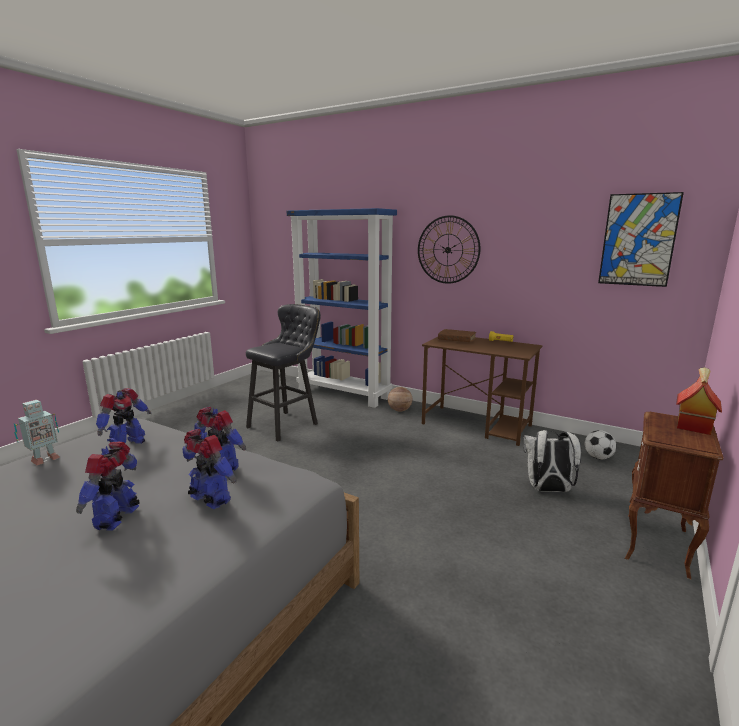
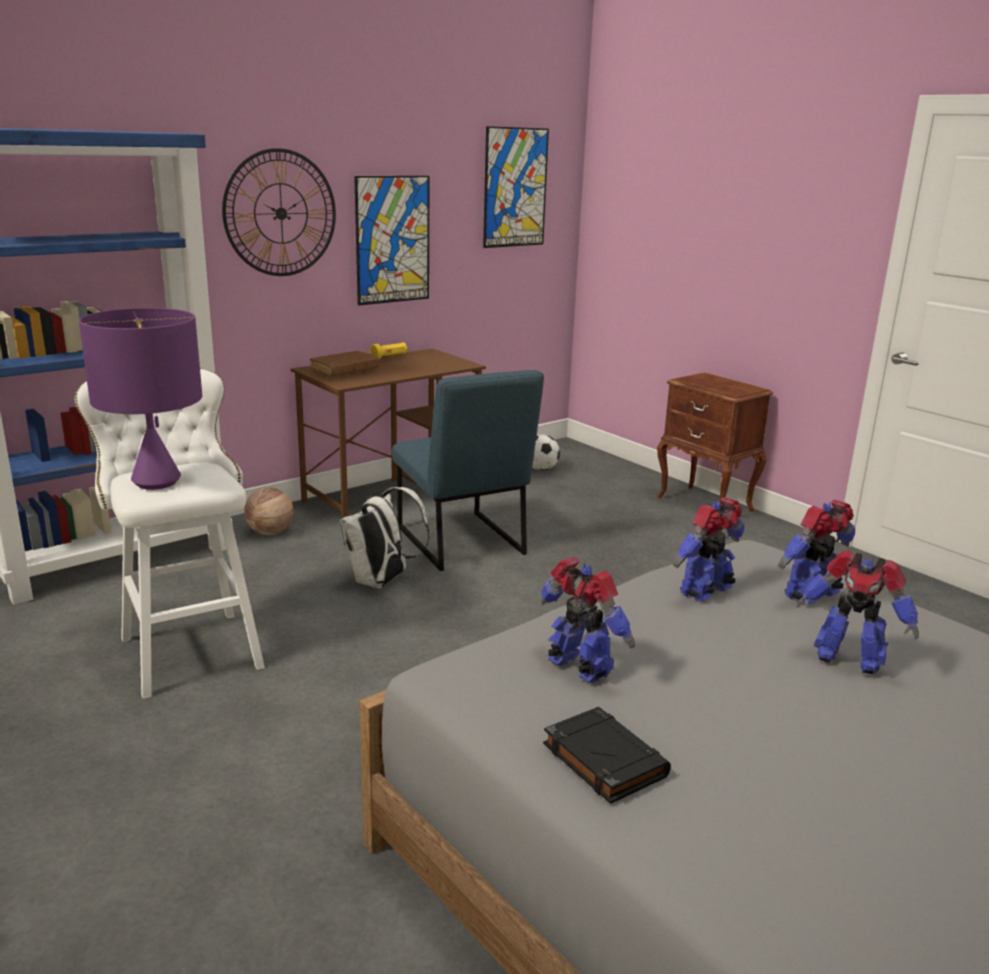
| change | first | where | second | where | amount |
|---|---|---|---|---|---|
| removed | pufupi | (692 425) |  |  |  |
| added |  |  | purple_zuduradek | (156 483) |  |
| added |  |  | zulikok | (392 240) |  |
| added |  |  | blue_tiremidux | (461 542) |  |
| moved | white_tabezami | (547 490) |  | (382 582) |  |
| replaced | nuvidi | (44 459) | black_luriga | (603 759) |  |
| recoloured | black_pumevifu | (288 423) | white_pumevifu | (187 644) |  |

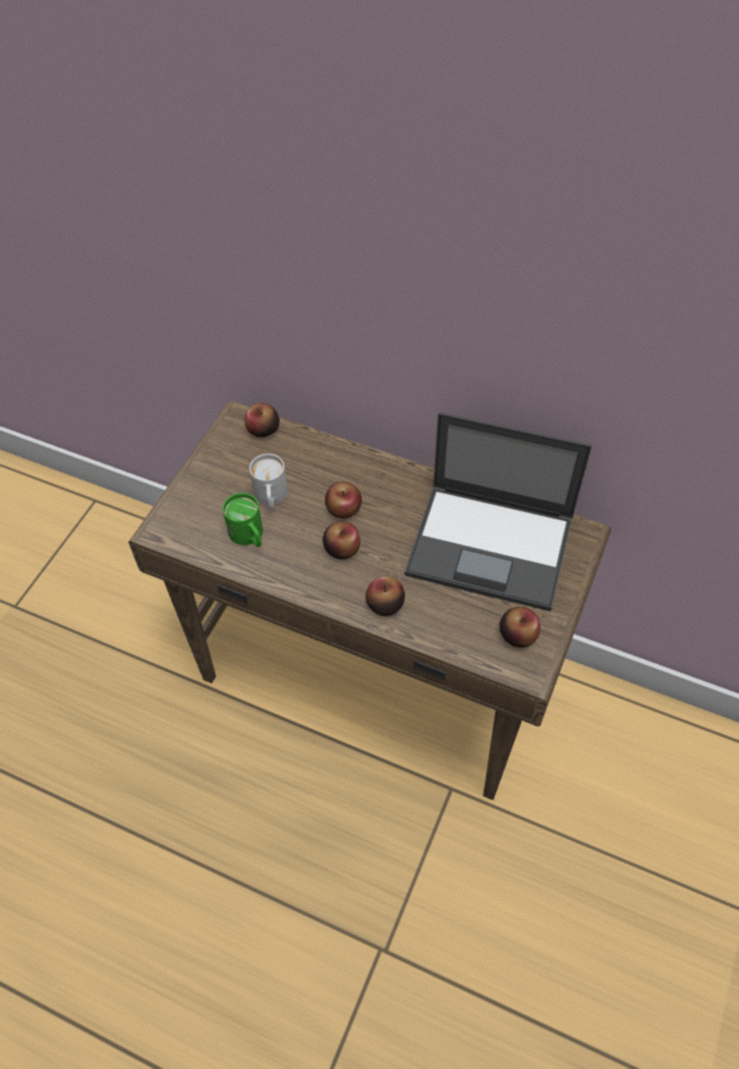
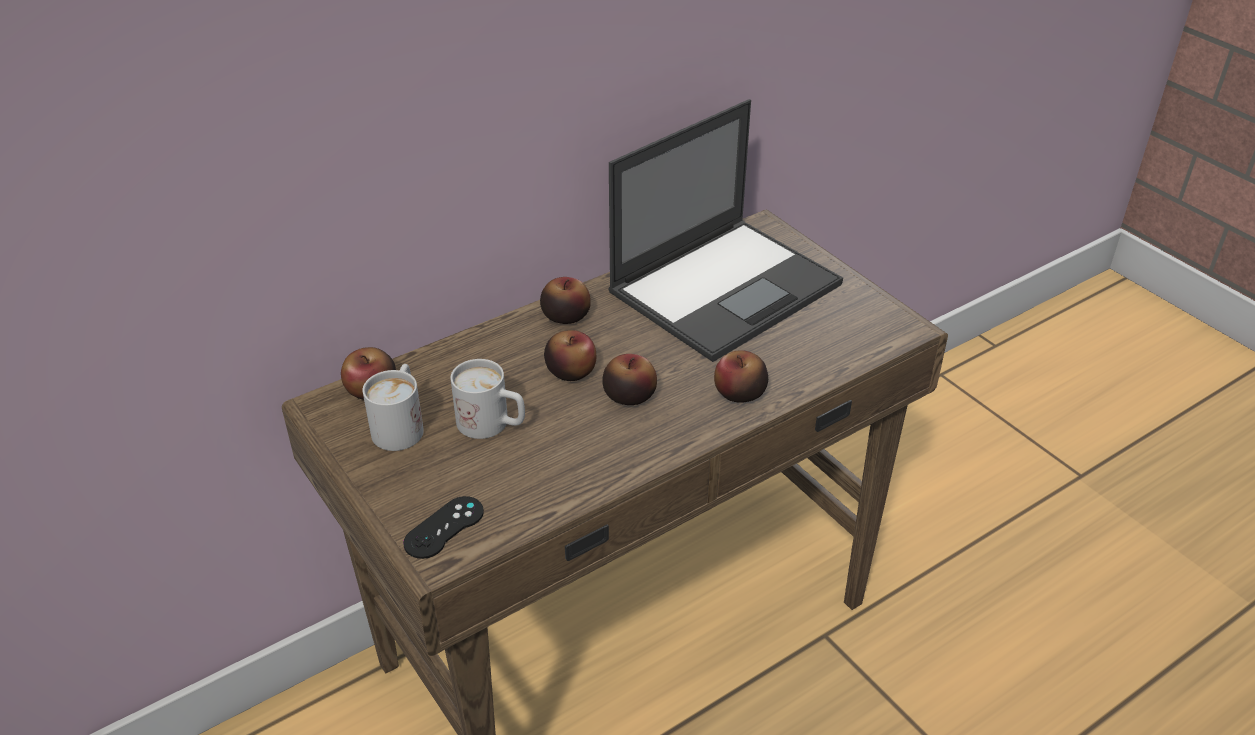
| change | first | where | second | where | amount |
|---|---|---|---|---|---|
| removed | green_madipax | (249 537) |  |  |  |
| added |  |  | white_madipax | (401 425) |  |
| added |  |  | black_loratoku | (444 527) |  |
| moved | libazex | (518 634) |  | (565 315) |  |

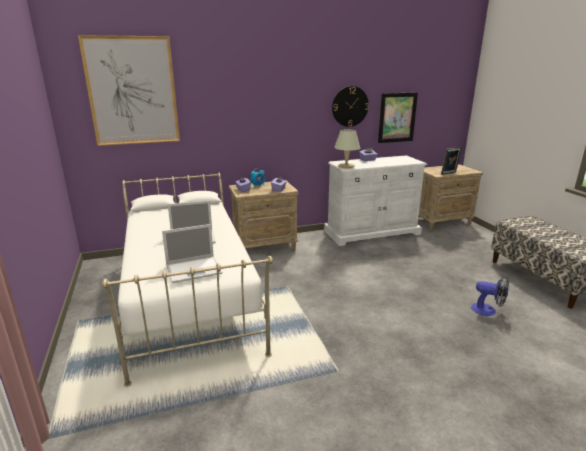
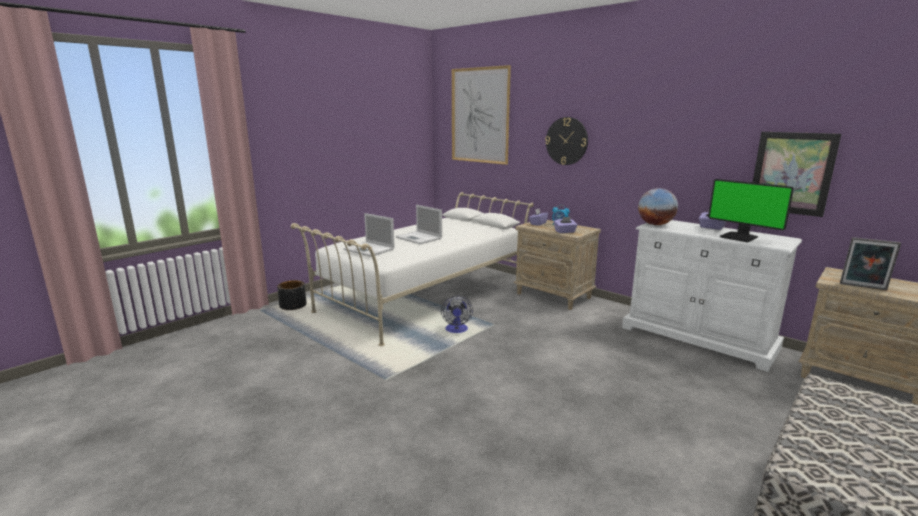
| change | first | where | second | where | amount |
|---|---|---|---|---|---|
| added |  |  | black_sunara | (293 305) |  |
| added |  |  | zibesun | (740 237) |  |
| moved | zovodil | (350 106) |  | (566 141) |  |
| moved | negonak | (488 310) |  | (456 330) |  |
| replaced | beige_zuduradek | (346 166) | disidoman | (655 224) |  |

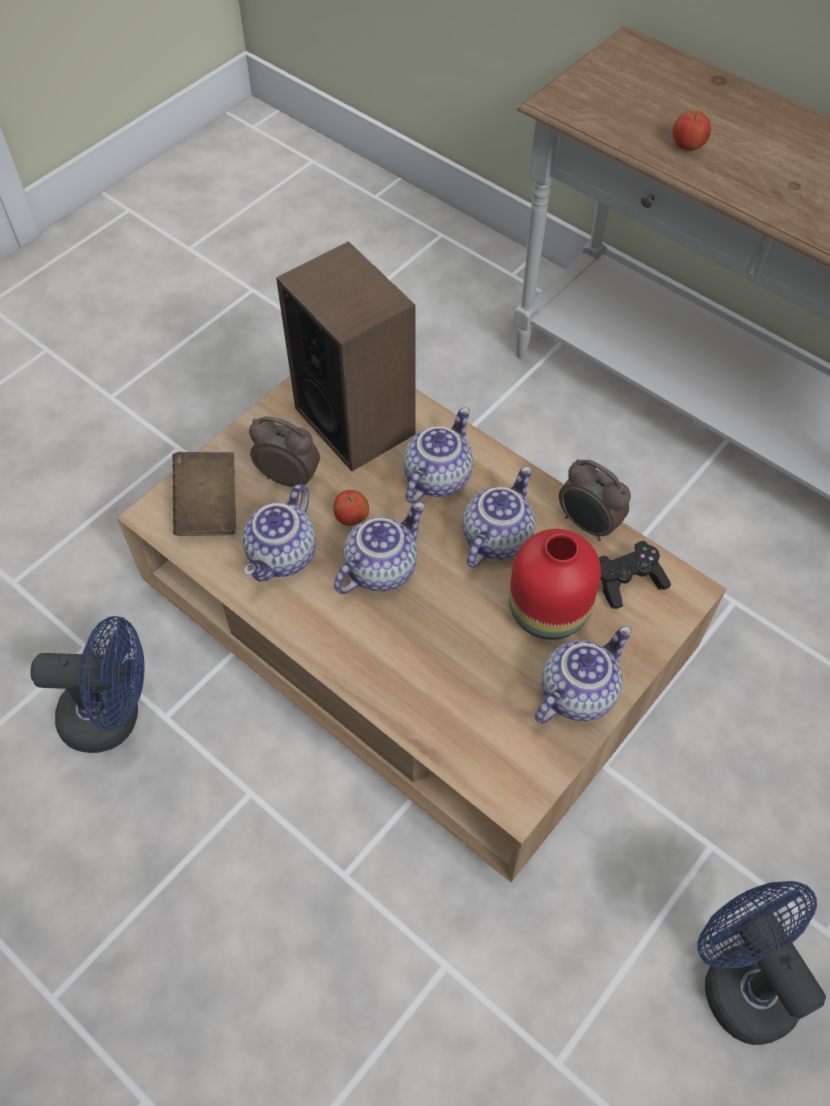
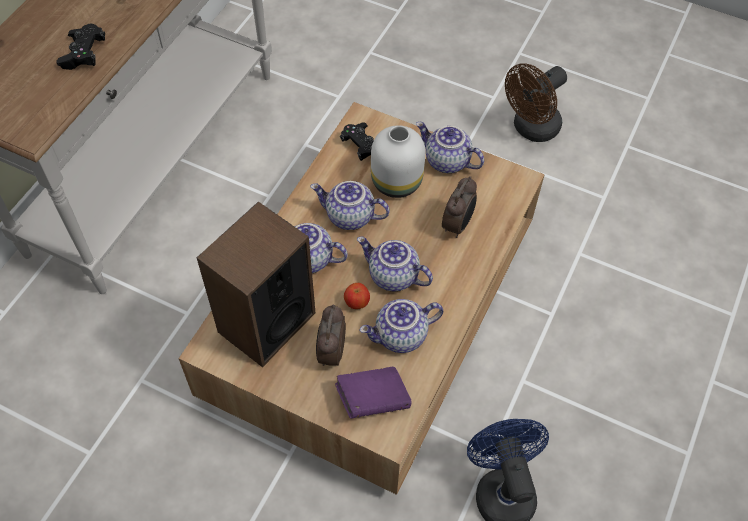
| change | first | where | second | where | amount |
|---|---|---|---|---|---|
| moved | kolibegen | (587 525) |  | (458 225) |  |
| replaced | libazex | (687 146) | black_loratoku | (84 54) |  |
| recoloured | brown_luriga | (208 507) | purple_luriga | (372 400) |  |
| recoloured | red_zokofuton | (546 611) | white_zokofuton | (397 183) |  |
| recoloured | blue_negonak | (740 978) | brown_negonak | (531 129) |  |
| turned | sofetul | (283 556) |  | (400 337) | 150 degrees clockwise |

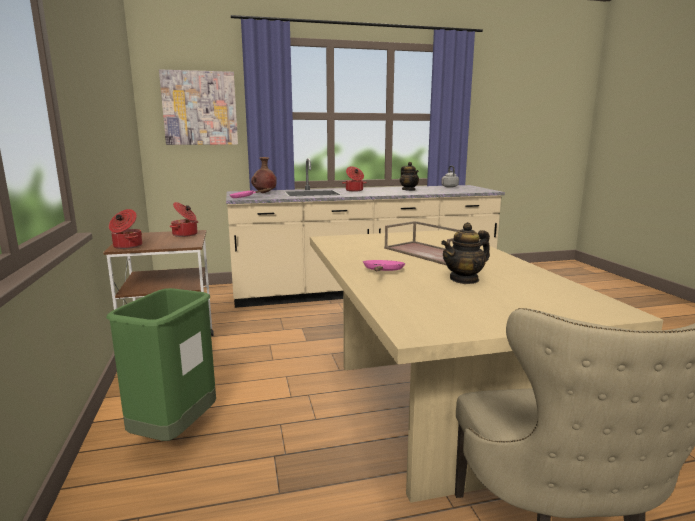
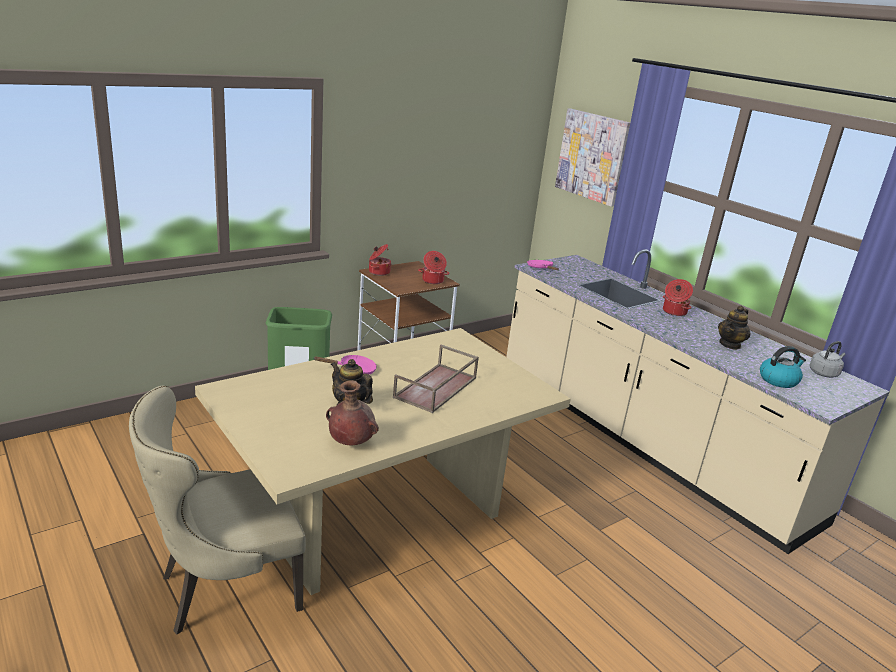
| change | first | where | second | where | amount |
|---|---|---|---|---|---|
| added |  |  | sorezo | (778 380) |  |
| moved | brown_zokofuton | (264 193) |  | (350 442) |  |

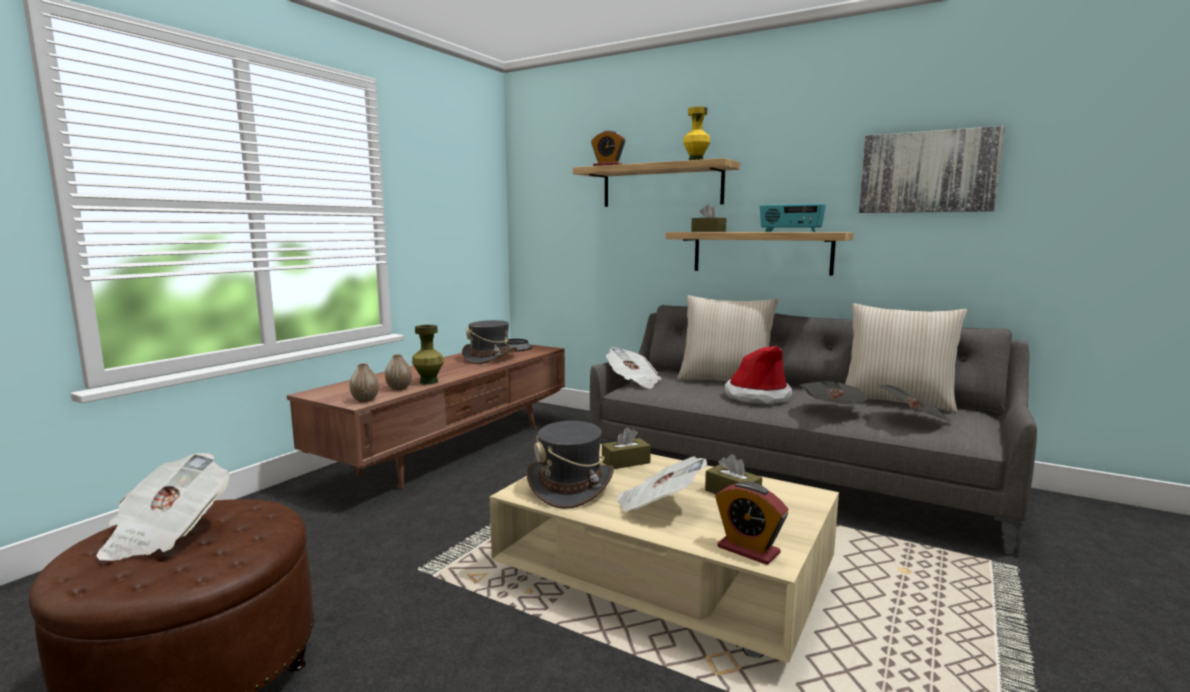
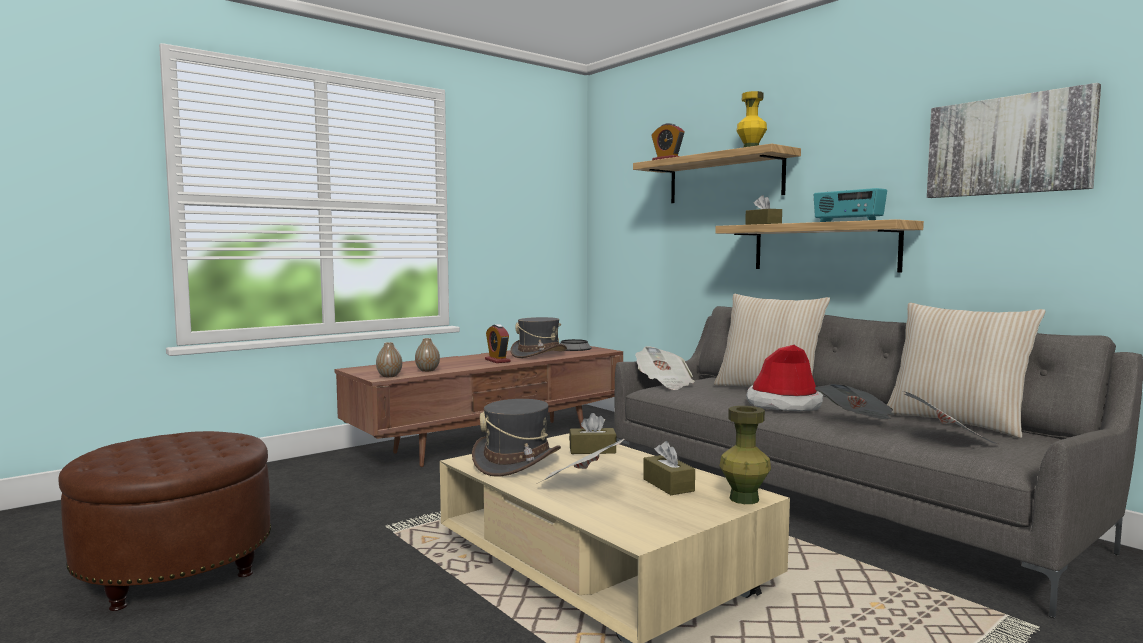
| change | first | where | second | where | amount |
|---|---|---|---|---|---|
| removed | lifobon | (166 534) |  |  |  |
| moved | green_zokofuton | (428 382) |  | (744 499) |  |
| moved | kolibegen | (748 550) |  | (497 360) |  |

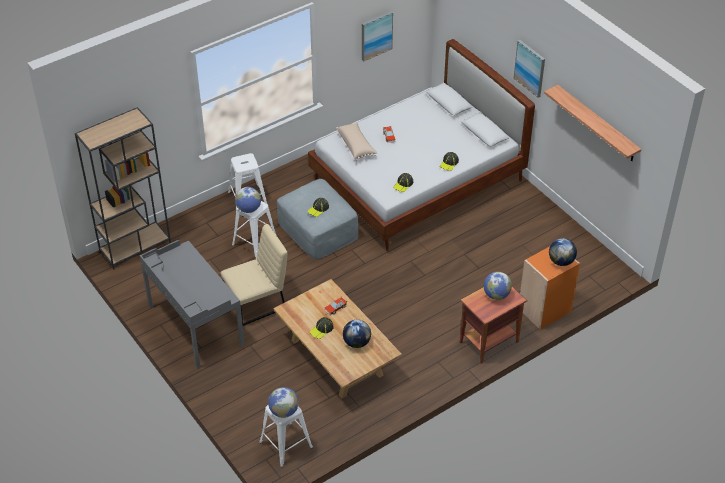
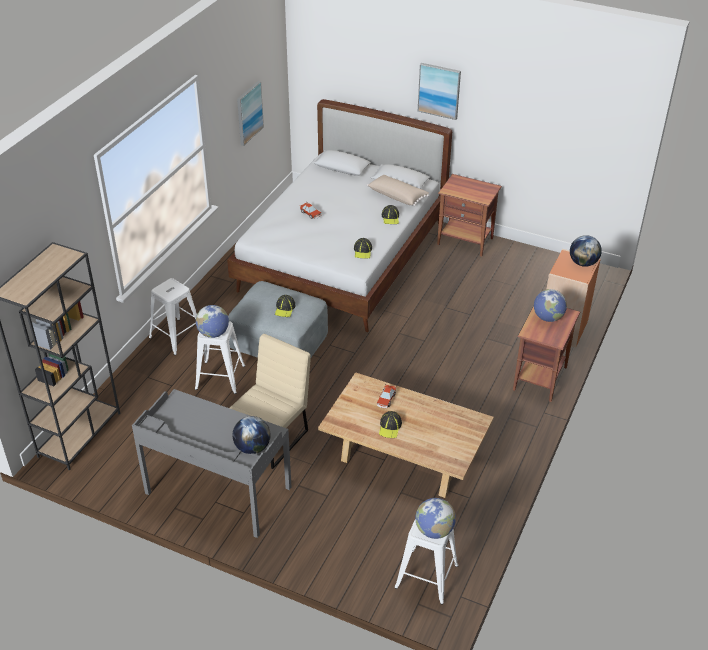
| change | first | where | second | where | amount |
|---|---|---|---|---|---|
| removed | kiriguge | (597 124) |  |  |  |
| added |  |  | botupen | (466 241) |  |
| moved | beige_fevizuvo | (356 146) |  | (397 196) |  |
| moved | disidoman | (356 343) |  | (252 448) |  |

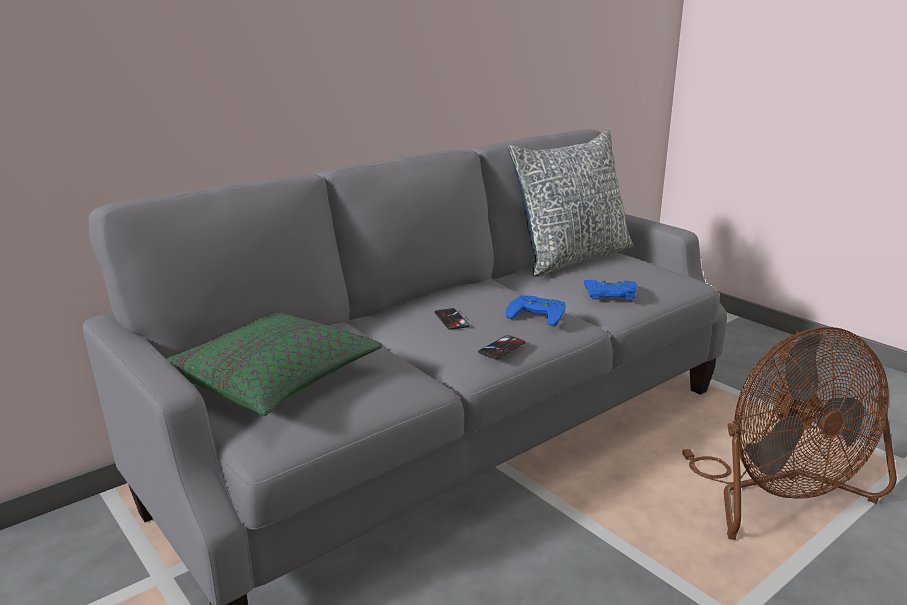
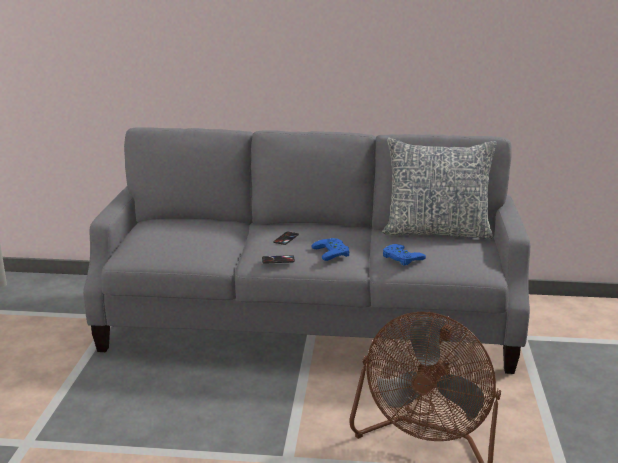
| change | first | where | second | where | amount |
|---|---|---|---|---|---|
| removed | green_fevizuvo | (271 379) |  |  |  |

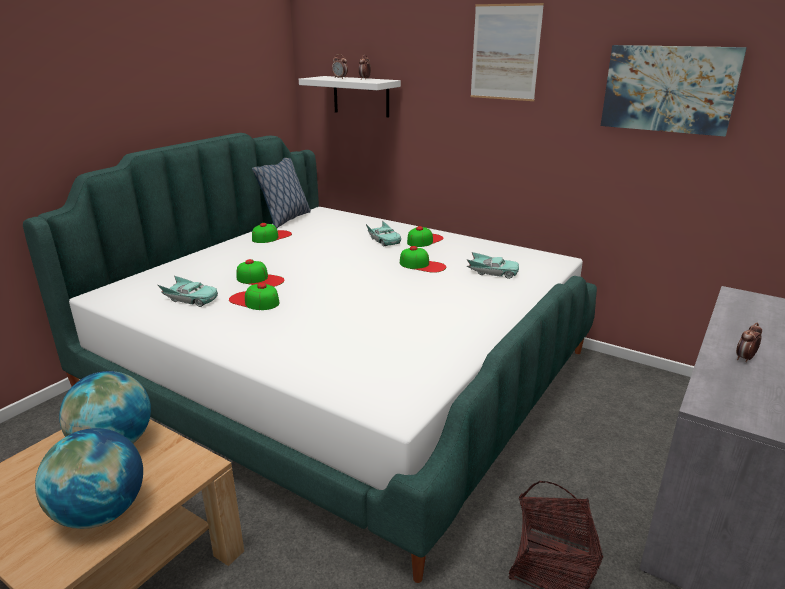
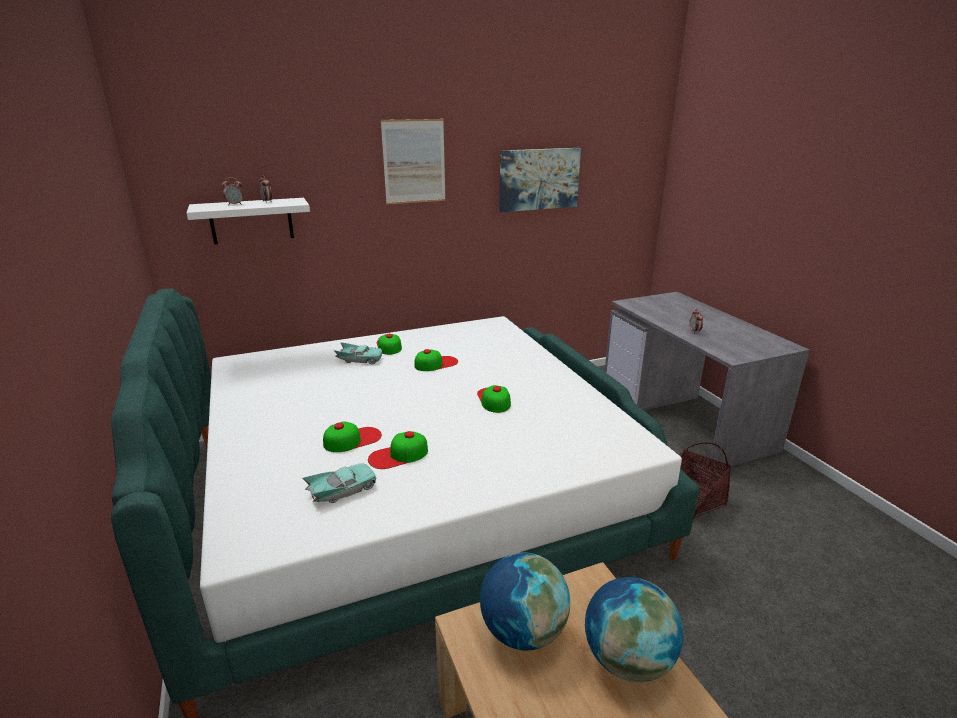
| change | first | where | second | where | amount |
|---|---|---|---|---|---|
| removed | fevizuvo | (285 219) |  |  |  |
| removed | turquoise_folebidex | (492 272) |  |  |  |
| moved | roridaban | (271 236) |  | (493 399) |  |

